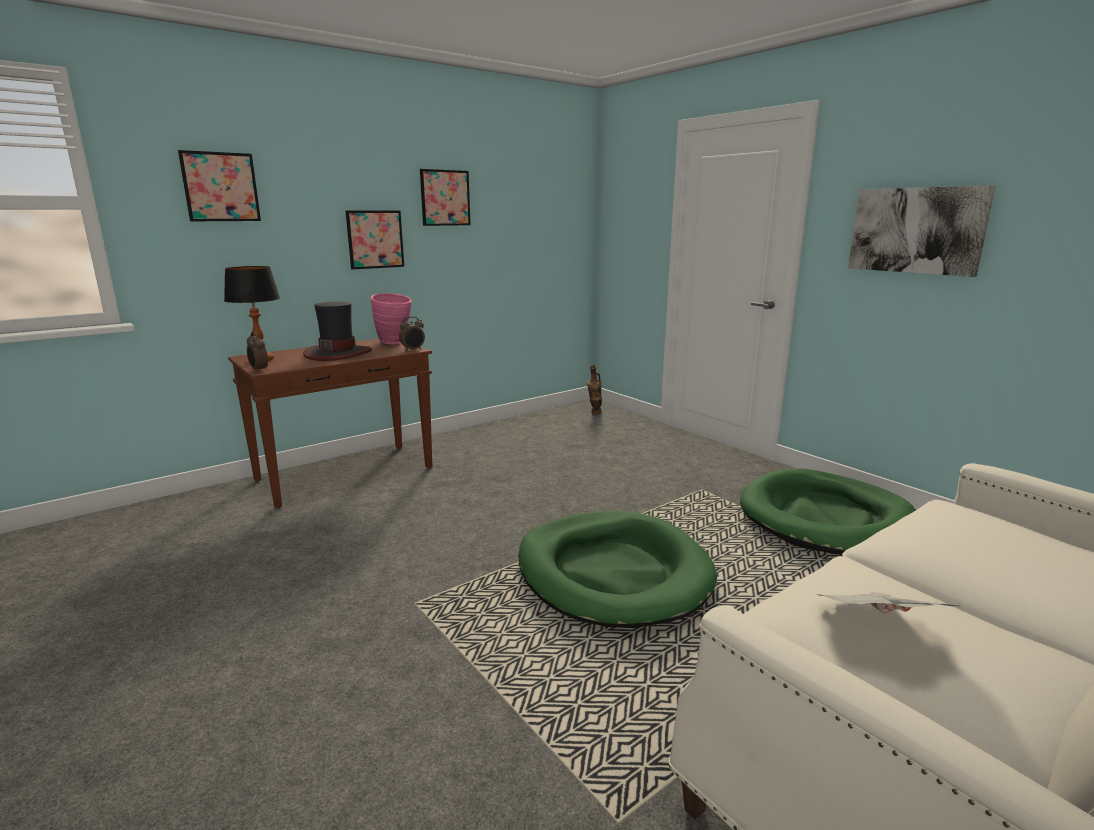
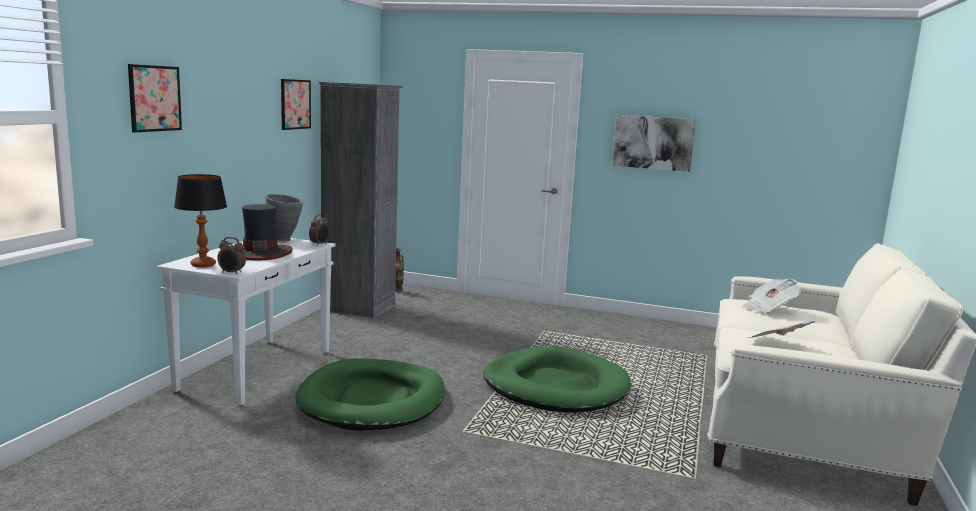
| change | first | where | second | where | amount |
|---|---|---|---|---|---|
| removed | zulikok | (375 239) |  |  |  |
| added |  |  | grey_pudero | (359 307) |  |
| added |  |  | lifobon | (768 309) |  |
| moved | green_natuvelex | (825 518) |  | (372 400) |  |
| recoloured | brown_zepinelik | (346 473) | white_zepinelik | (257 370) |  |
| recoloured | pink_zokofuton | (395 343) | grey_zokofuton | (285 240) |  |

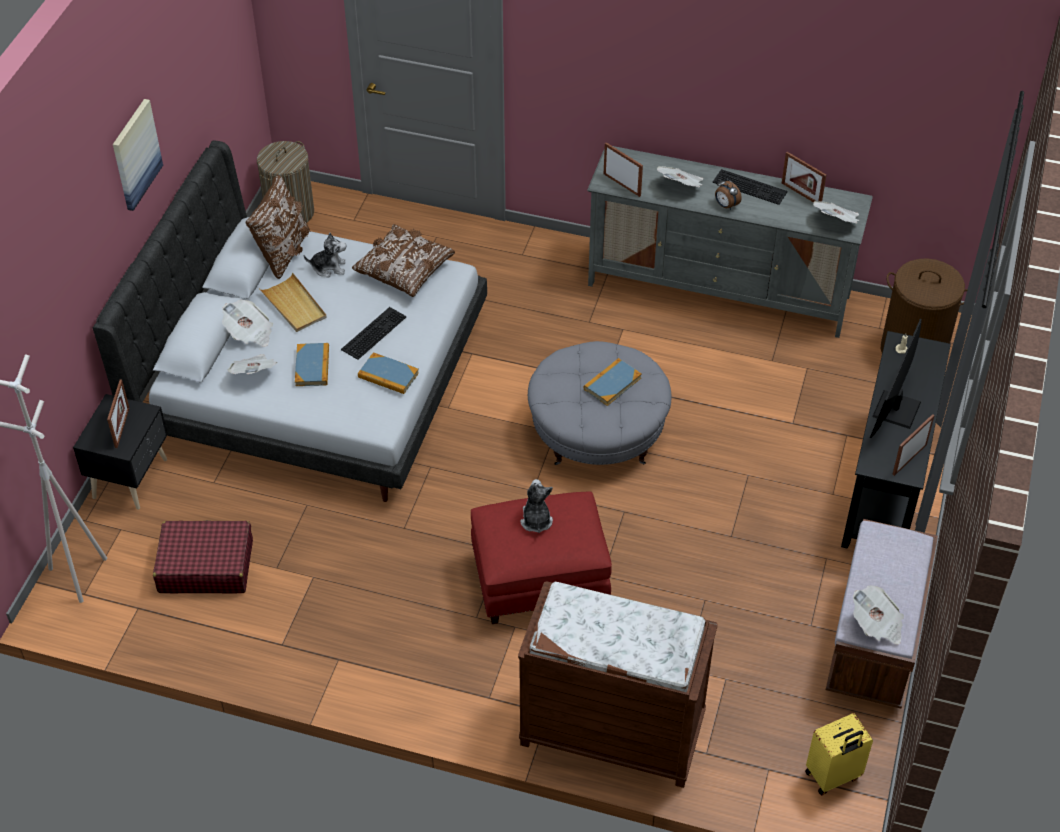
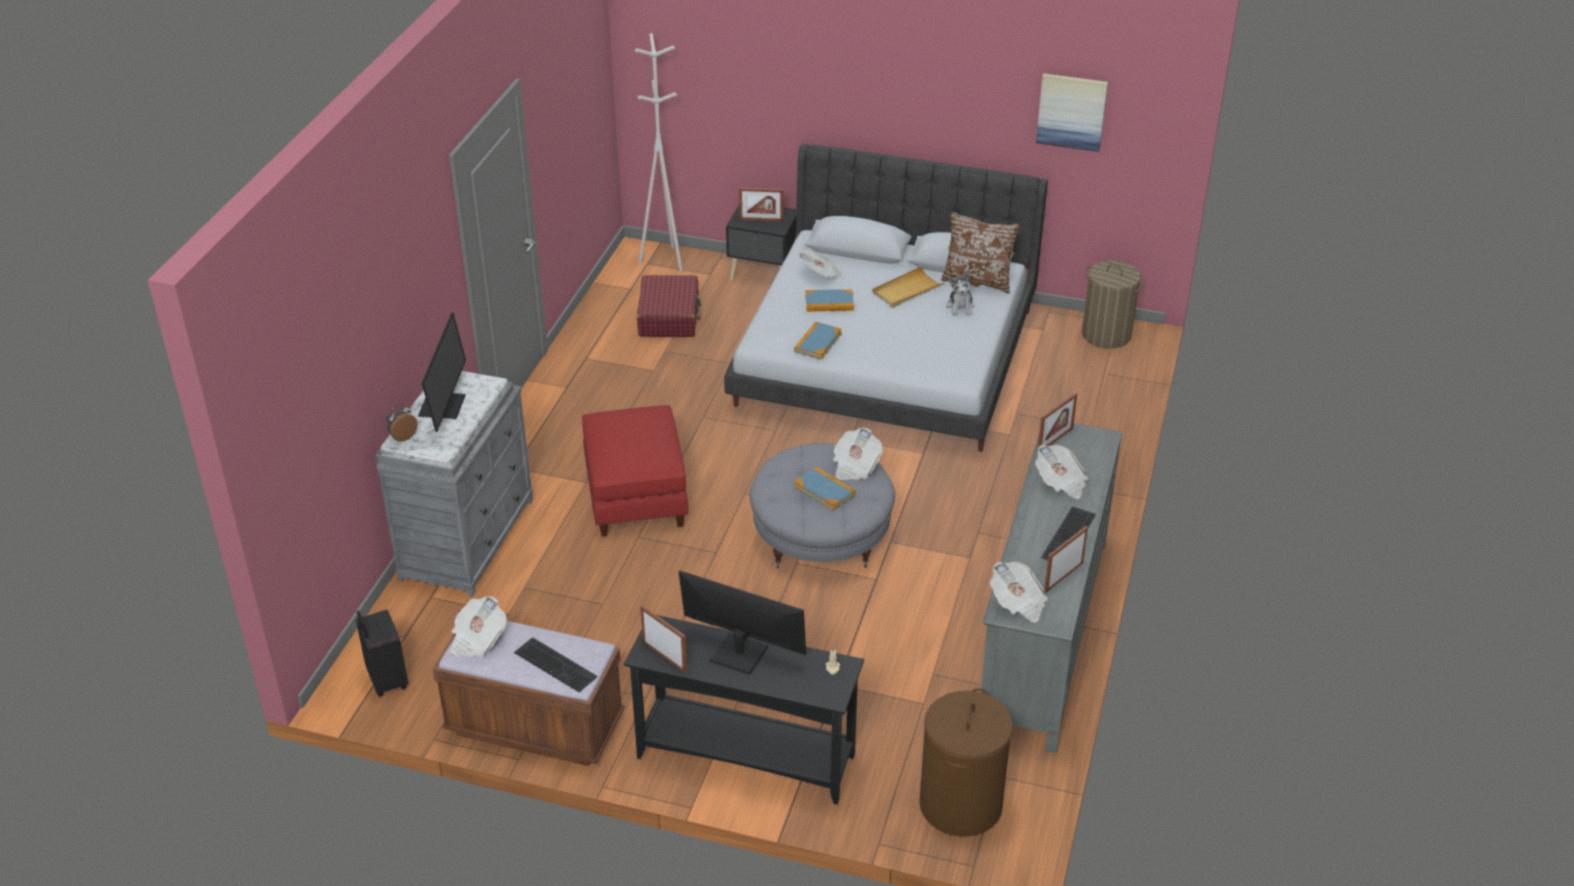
| change | first | where | second | where | amount |
|---|---|---|---|---|---|
| removed | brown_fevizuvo | (404 271) |  |  |  |
| removed | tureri | (536 520) |  |  |  |
| added |  |  | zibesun | (443 405) |  |
| moved | zulikok | (135 154) |  | (1071 111) |  |
| moved | lifobon | (249 333) |  | (855 466) |  |
| moved | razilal | (373 332) |  | (557 664) |  |
| moved | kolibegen | (725 205) |  | (402 436) |  |
| recoloured | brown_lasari | (611 729) | grey_lasari | (467 538) |  |
| recoloured | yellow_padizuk | (833 776) | black_padizuk | (386 681) |  |

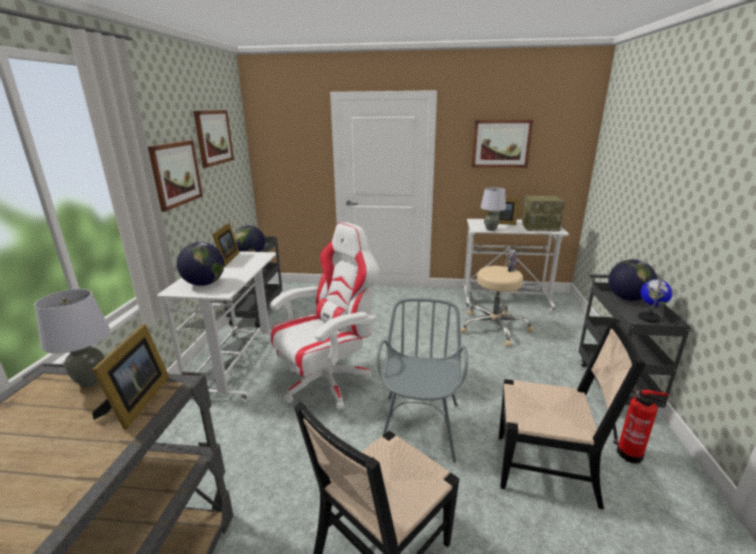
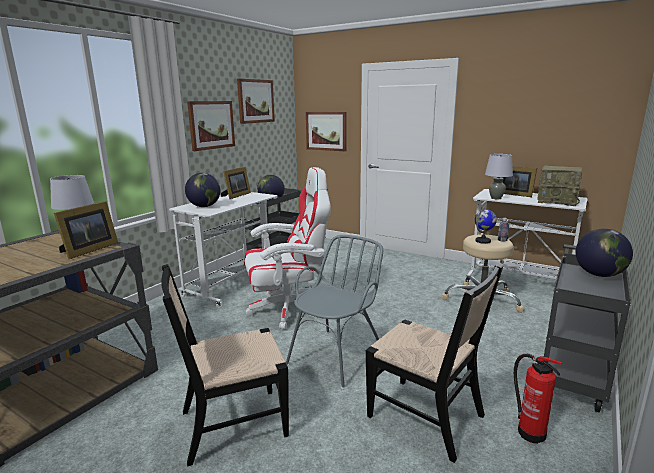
| change | first | where | second | where | amount |
|---|---|---|---|---|---|
| moved | zulikok | (501 144) |  | (326 131) |  |
| moved | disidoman | (649 318) |  | (483 241) |  |

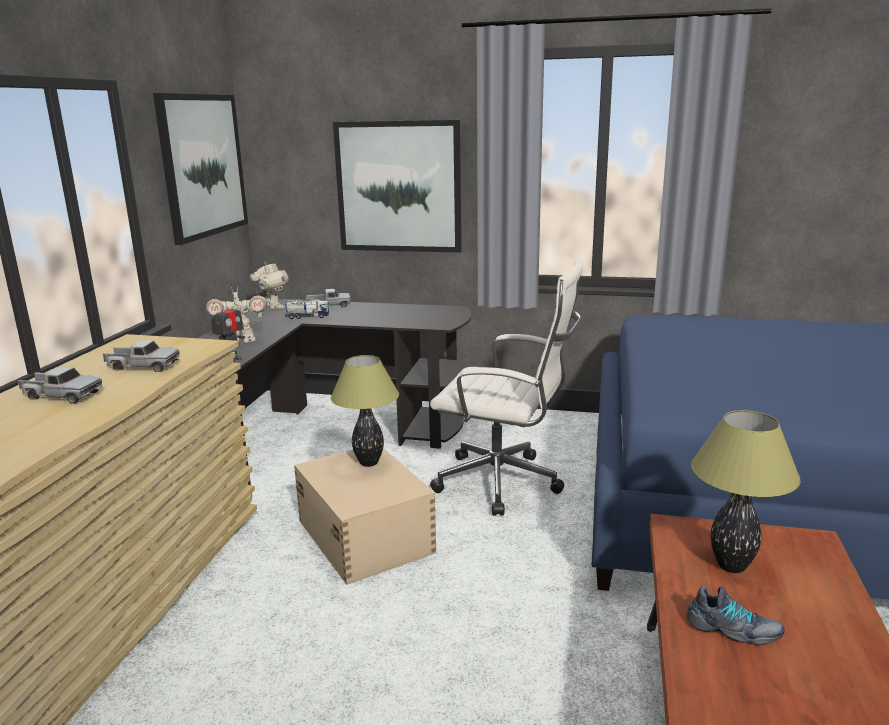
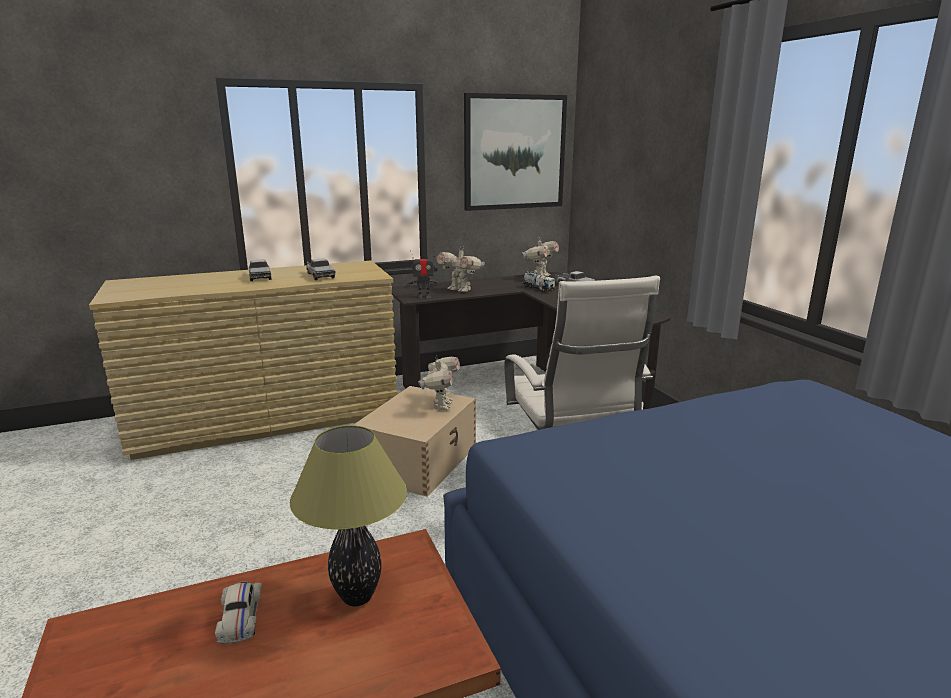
| change | first | where | second | where | amount |
|---|---|---|---|---|---|
| removed | zulikok | (398 187) |  |  |  |
| replaced | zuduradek | (368 463) | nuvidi | (441 405) |  |
| replaced | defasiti | (733 630) | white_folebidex | (240 618) |  |

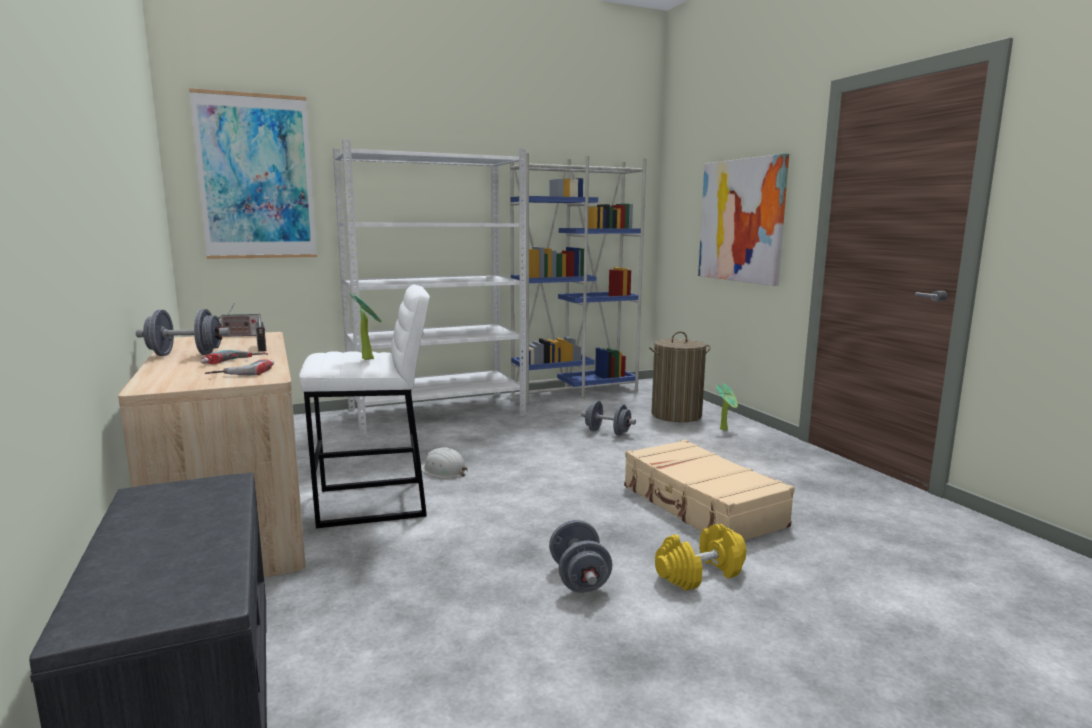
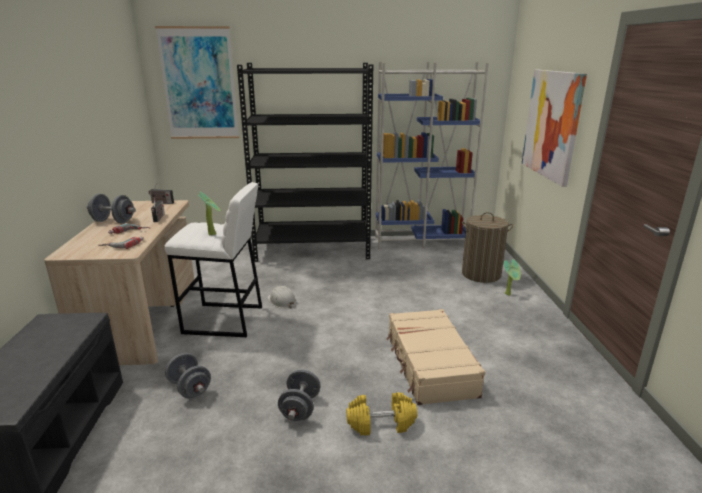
| change | first | where | second | where | amount |
|---|---|---|---|---|---|
| moved | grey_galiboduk | (607 432) |  | (190 388) |  |
| recoloured | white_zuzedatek | (436 412) | black_zuzedatek | (313 248) |  |

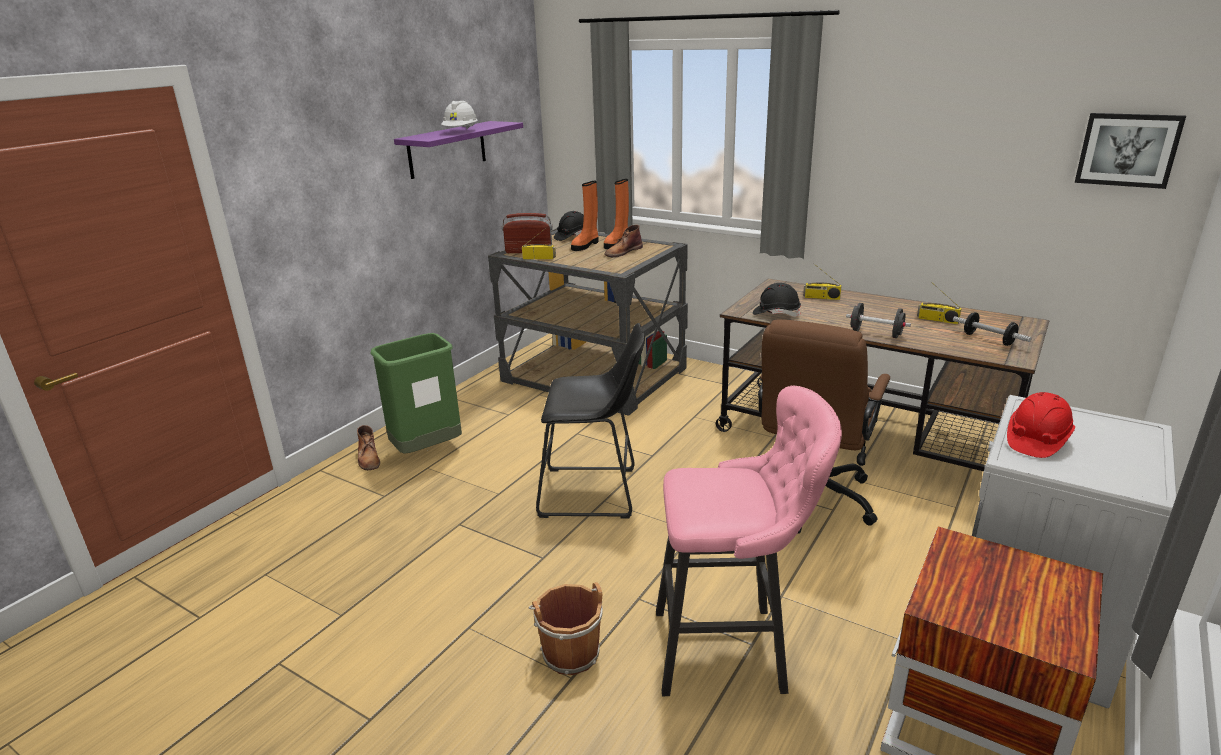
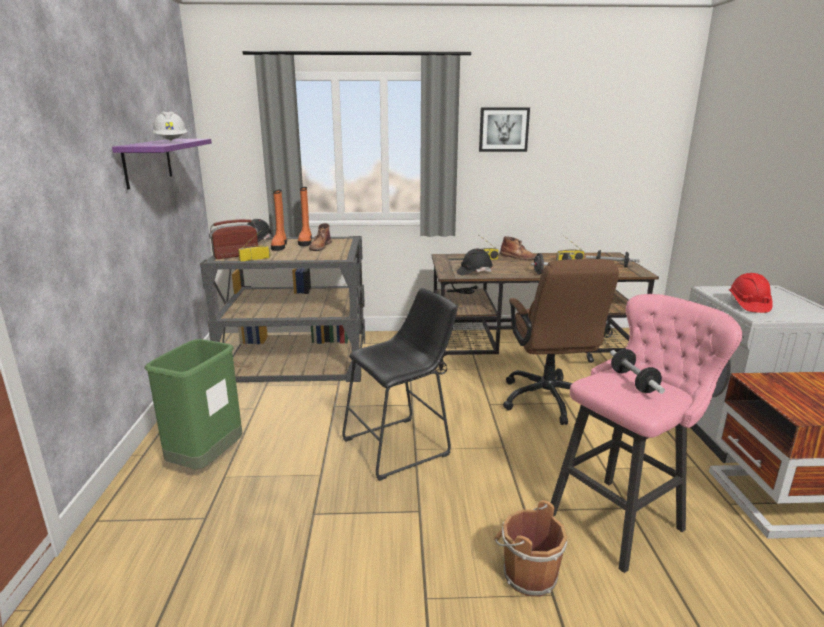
| change | first | where | second | where | amount |
|---|---|---|---|---|---|
| added |  |  | galiboduk | (633 382) |  |
| moved | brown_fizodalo | (368 458) |  | (518 257) |  |
| moved | zulikok | (1127 150) |  | (503 129) |  |

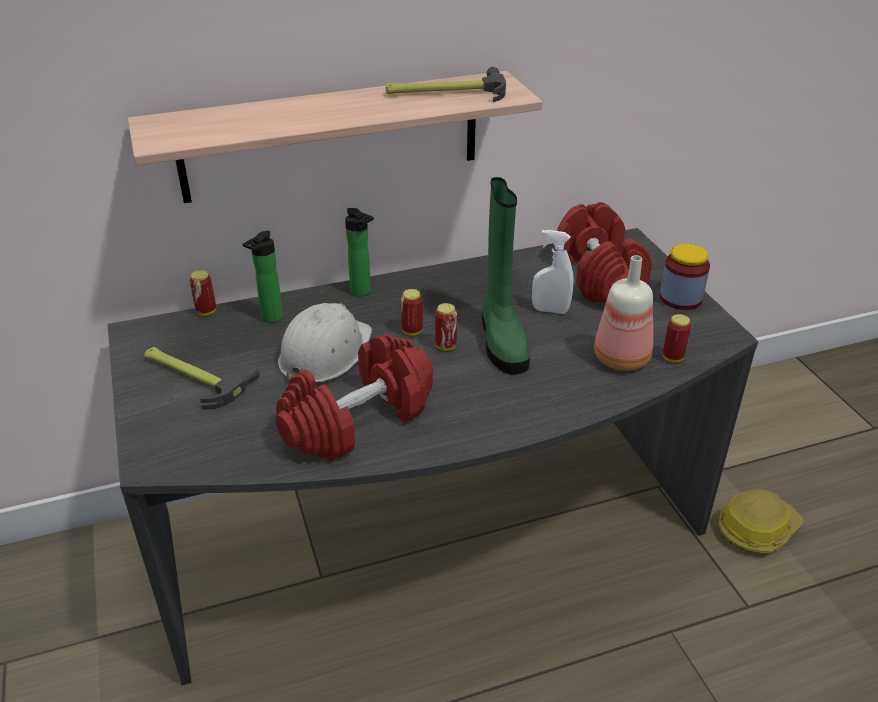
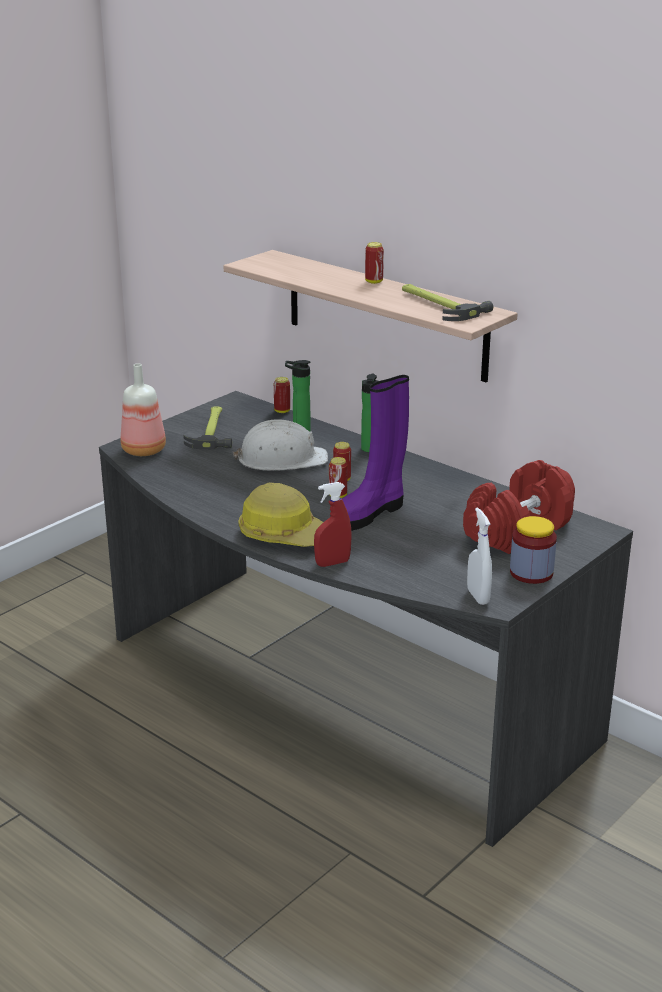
| change | first | where | second | where | amount |
|---|---|---|---|---|---|
| removed | red_galiboduk | (358 419) |  |  |  |
| added |  |  | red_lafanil | (332 563) |  |
| moved | white_lafanil | (550 310) |  | (478 596) |  |
| moved | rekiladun | (622 358) |  | (145 450) |  |
| moved | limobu | (672 357) |  | (374 282) |  |
| moved | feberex | (756 529) |  | (283 534) |  |
| recoloured | green_fizodalo | (501 341) | purple_fizodalo | (369 513) |  |

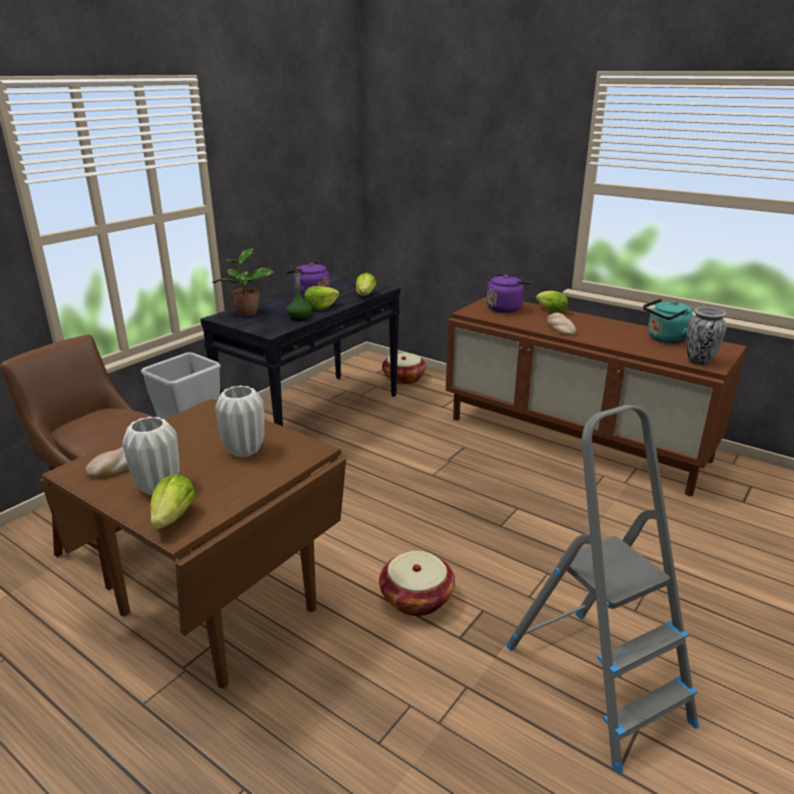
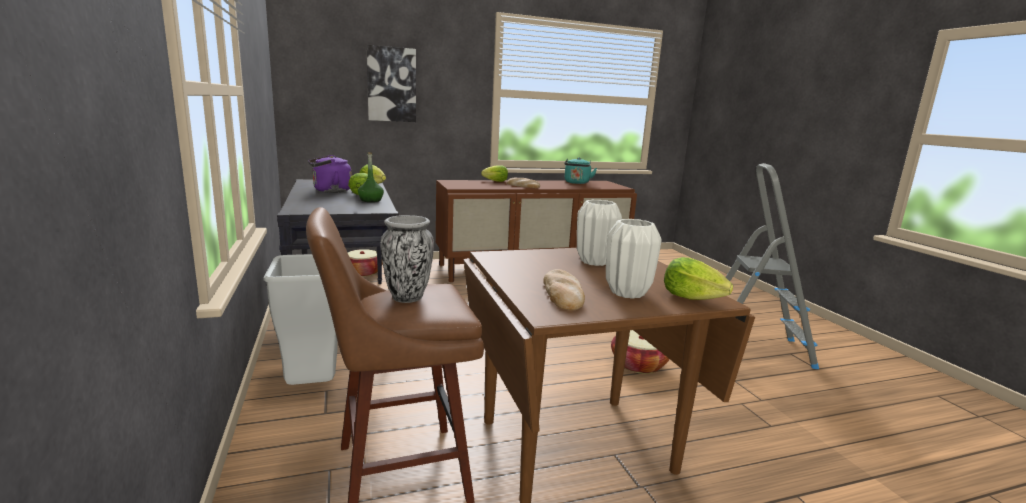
| change | first | where | second | where | amount |
|---|---|---|---|---|---|
| removed | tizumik | (246 313) |  |  |  |
| removed | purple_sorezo | (505 308) |  |  |  |
| added |  |  | zulikok | (391 84) |  |
| moved | zokofuton | (699 361) |  | (407 297) |  |

